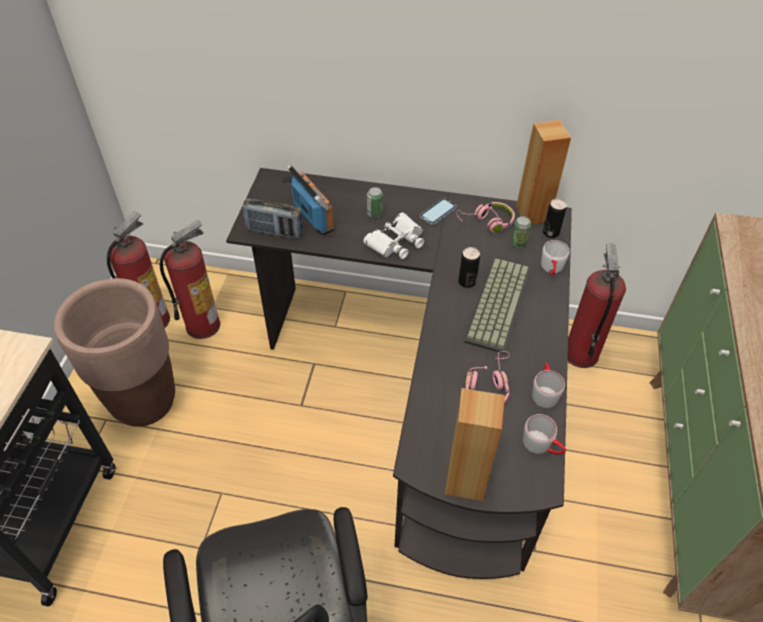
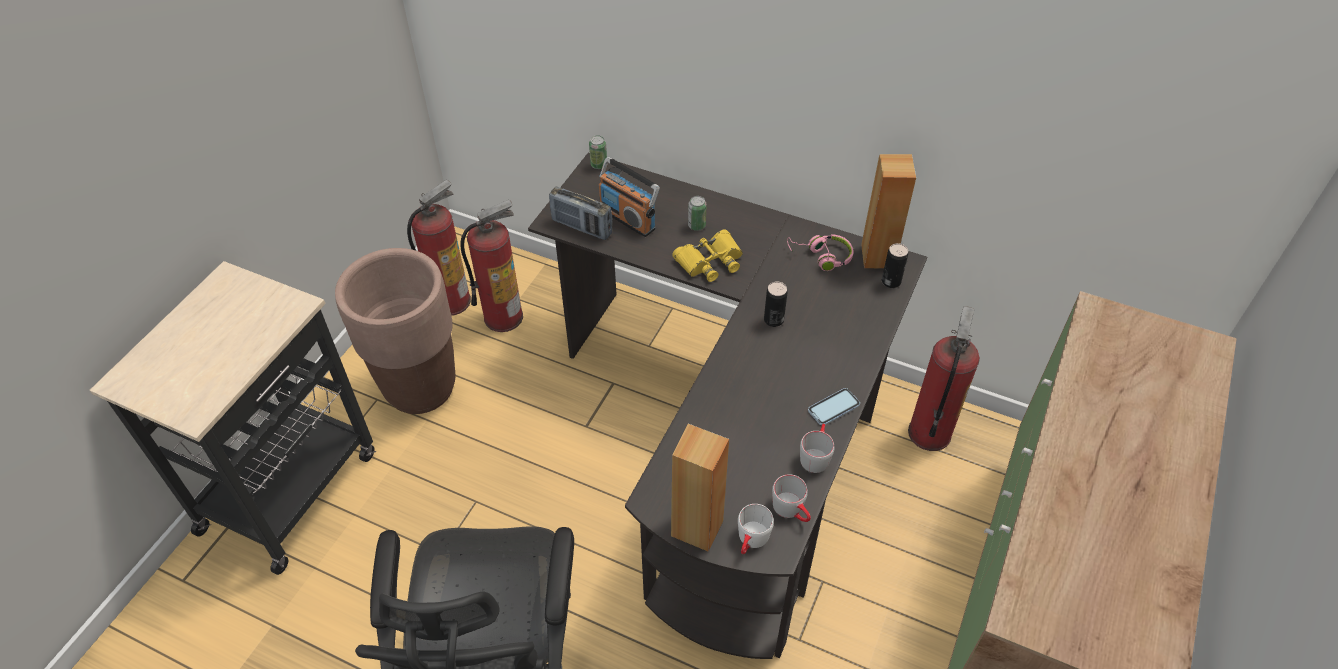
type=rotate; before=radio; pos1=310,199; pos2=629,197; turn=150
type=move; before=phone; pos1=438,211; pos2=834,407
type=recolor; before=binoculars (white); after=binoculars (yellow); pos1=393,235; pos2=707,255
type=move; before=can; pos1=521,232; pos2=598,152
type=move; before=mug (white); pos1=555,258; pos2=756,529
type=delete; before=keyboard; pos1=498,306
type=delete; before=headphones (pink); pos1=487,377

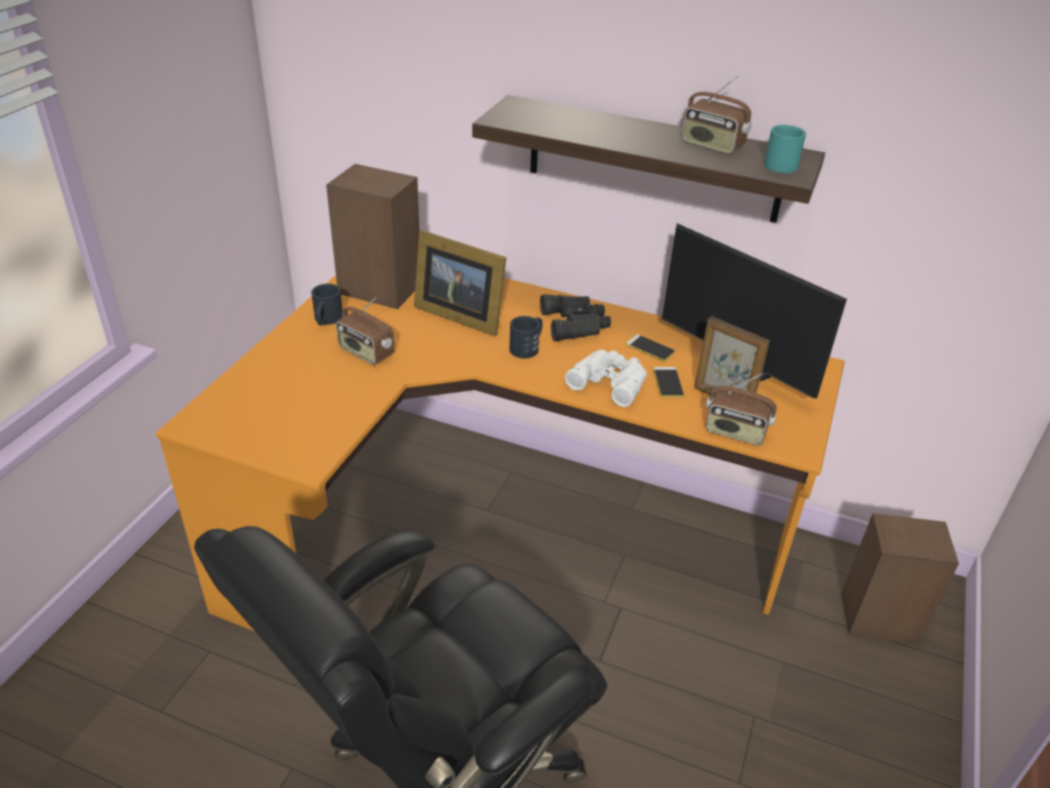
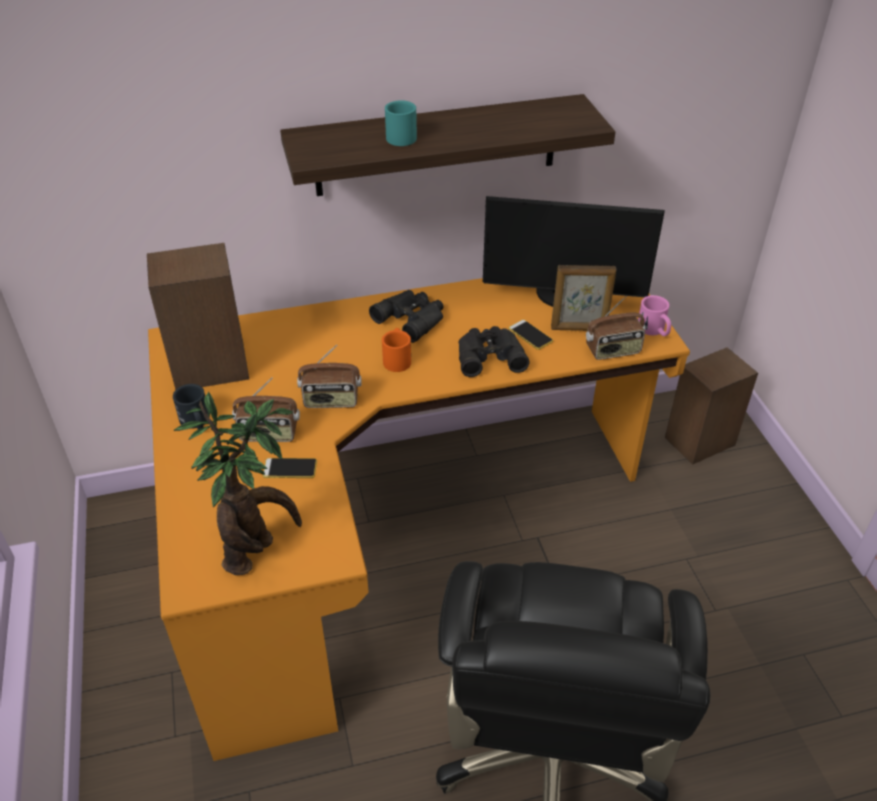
type=move; before=radio; pos1=717,114; pos2=329,376
type=move; before=mug (turquoise); pos1=785,149; pos2=401,123
type=delete; before=picture frame; pos1=460,283
type=recolor; before=mug (black); after=mug (orange); pos1=526,337; pos2=396,350
type=move; before=phone; pos1=651,348; pos2=289,468
type=recolor; before=binoculars (white); after=binoculars (black); pos1=606,378; pos2=494,351
type=insert; after=mug (pink); pos2=654,315
type=insert; after=potted plant; pos2=238,483

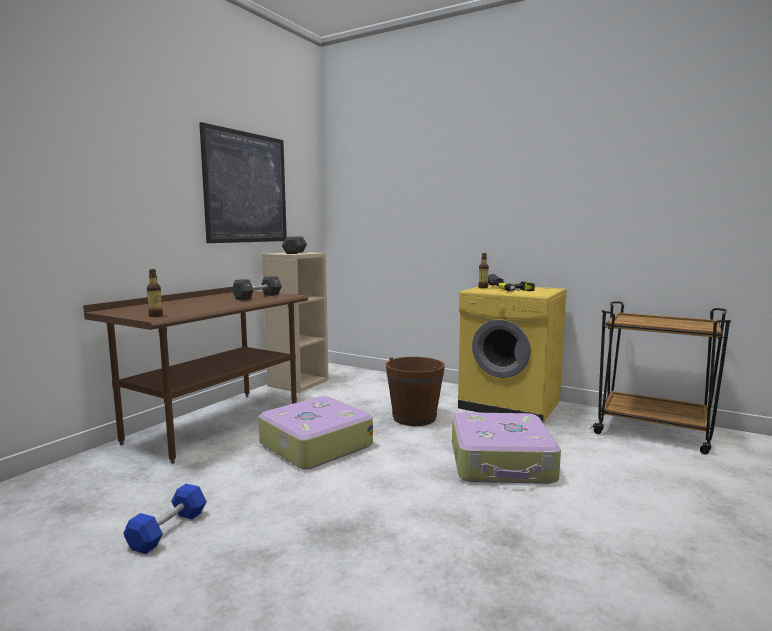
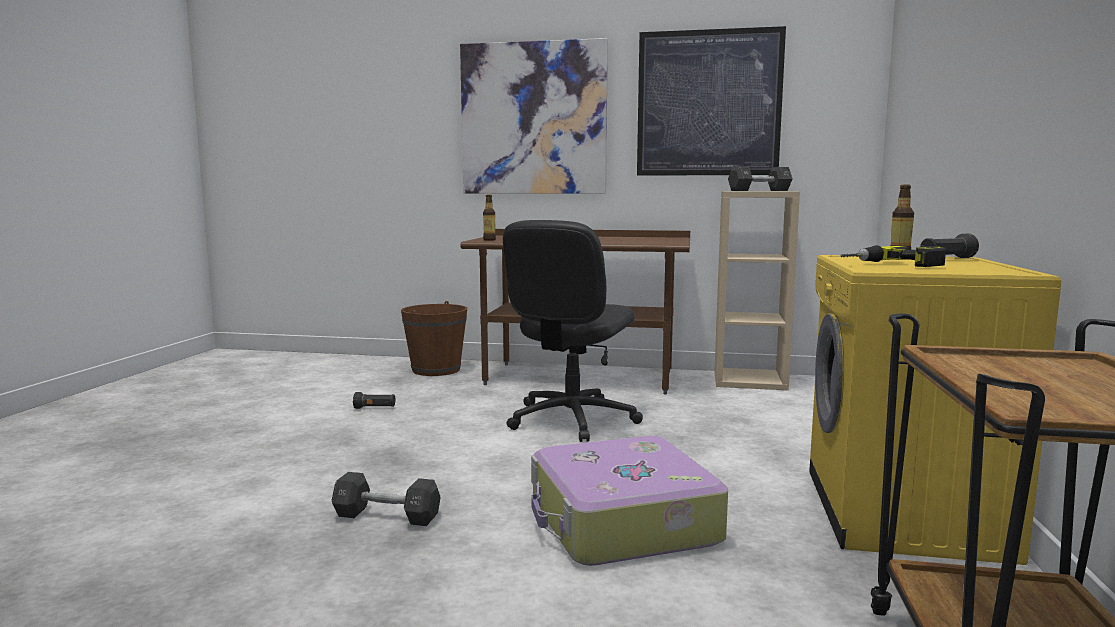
type=move; before=dumbbell (black); pos1=257,288; pos2=386,499
type=move; before=bucket (brown); pos1=415,391; pos2=434,338
type=replace; before=suitcase; after=office chair (black); pos1=315,433; pos2=573,331
type=replace; before=dumbbell (blue); after=flashlight (black); pos1=165,519; pos2=374,400
type=insert; after=picture; pos2=534,116

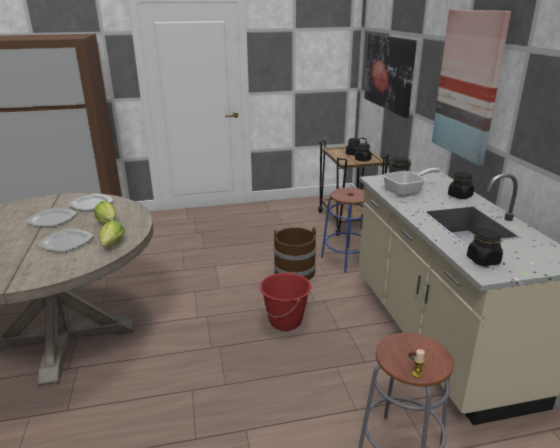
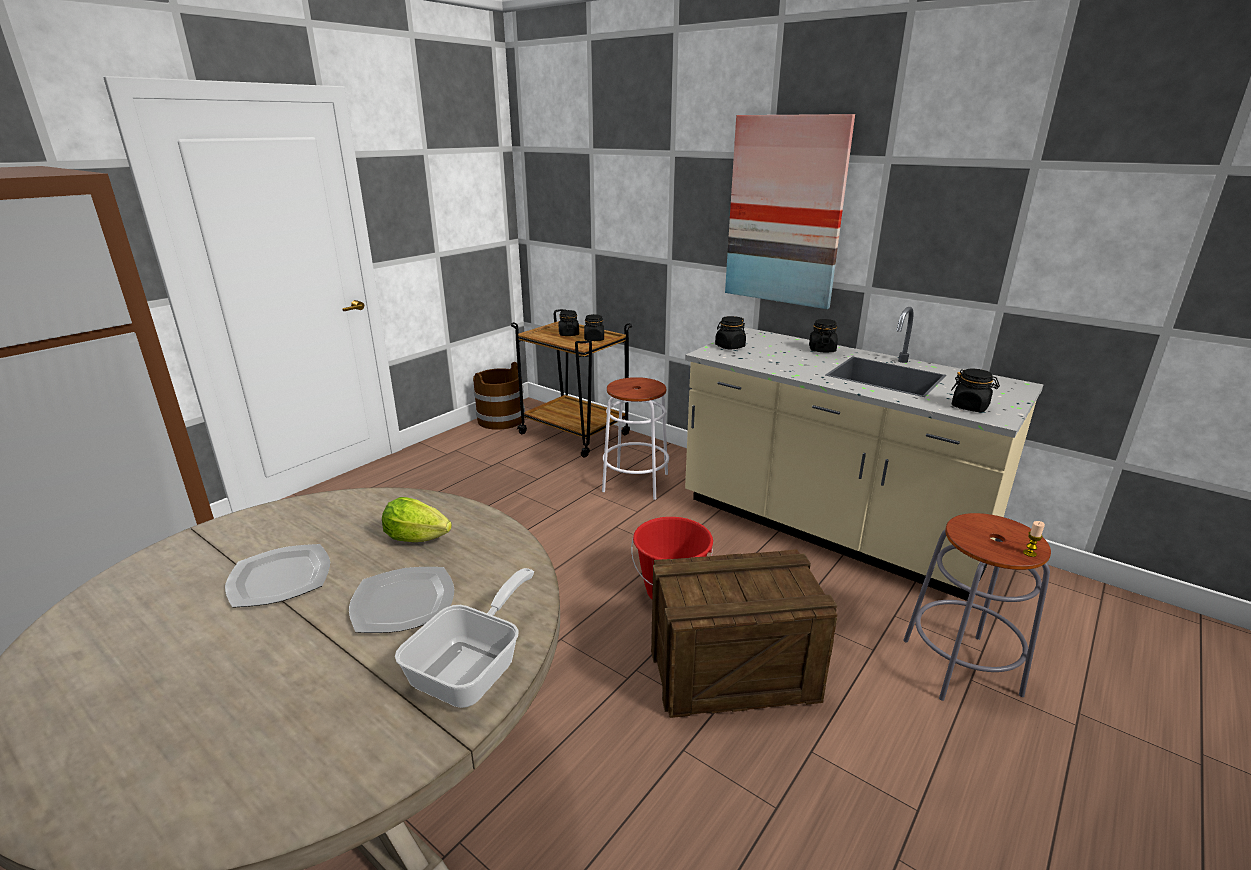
type=delete; before=picture; pos1=390,76
type=move; before=frying pan; pos1=411,182; pos2=464,638
type=recolor; before=stool (blue); after=stool (white); pos1=343,230; pos2=635,438
type=delete; before=plate; pos1=91,202
type=delete; before=lettuce; pos1=112,233
type=move; before=bucket (brown); pos1=295,253; pos2=499,396
type=insert; after=crate; pos2=744,633

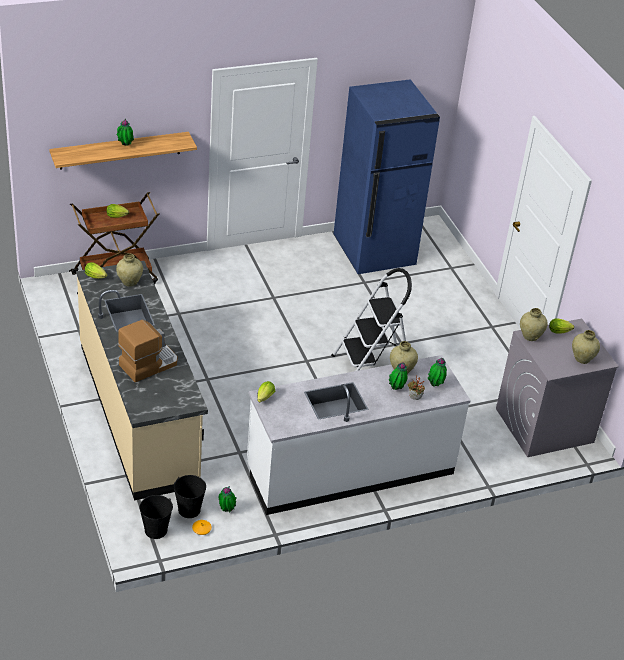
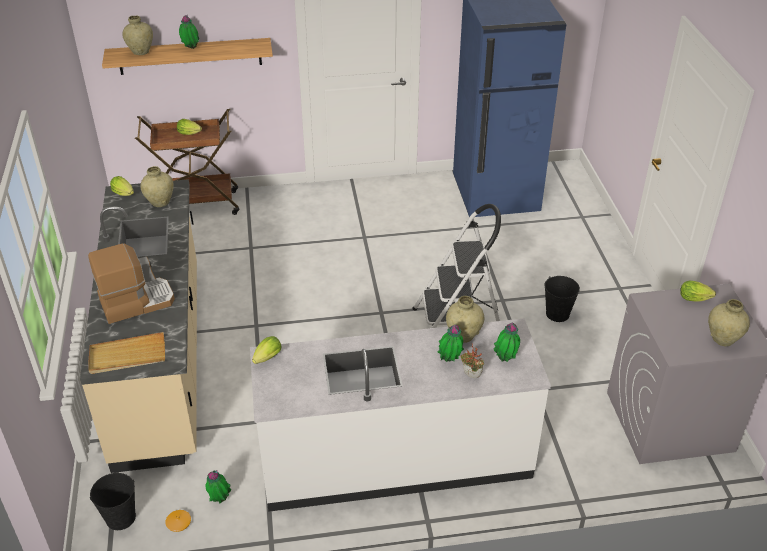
type=move; before=vase (beige); pos1=533,324; pos2=137,35
type=move; before=bucket (black); pos1=189,496; pos2=562,299
type=insert; after=tray (beige); pos2=126,353

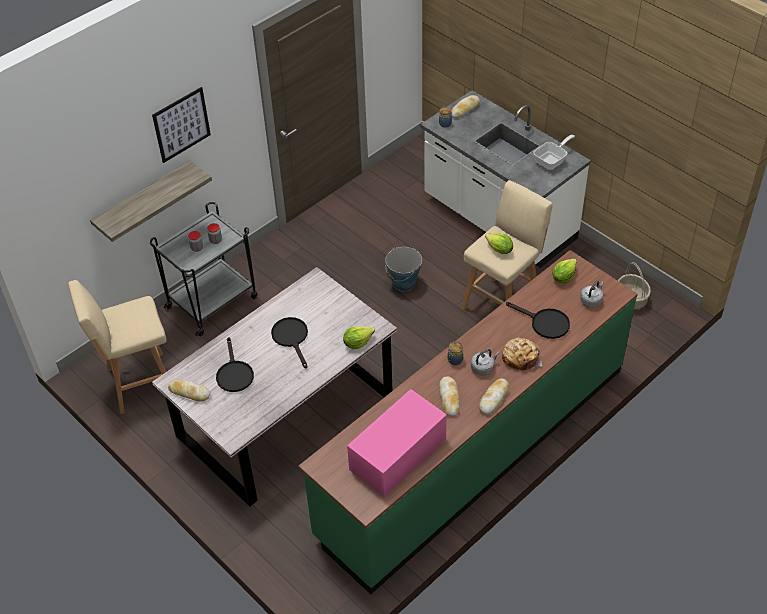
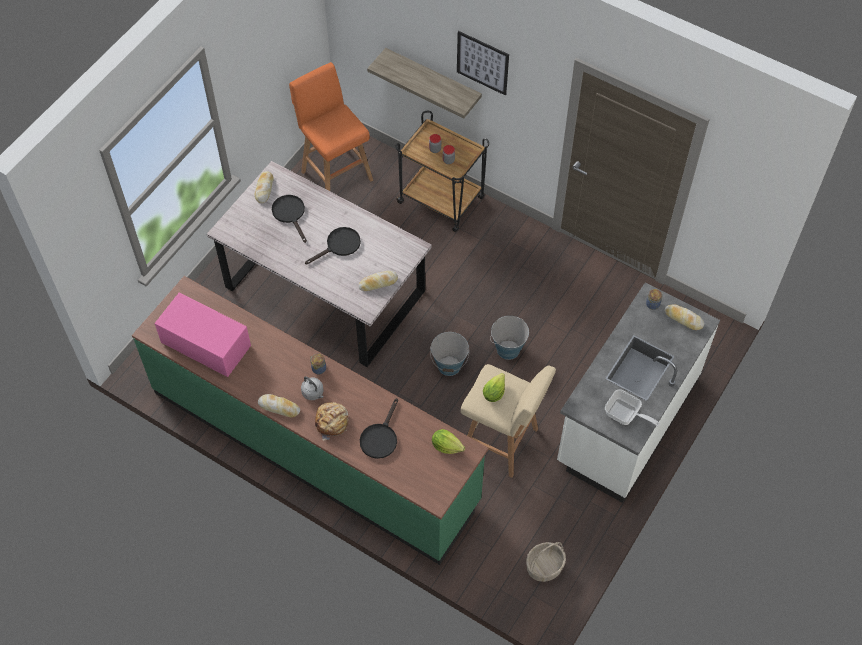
type=recolor; before=cart (grey); after=cart (brown); pos1=203,269; pos2=442,171
type=recolor; before=stool (beige); after=stool (orange); pos1=117,347; pos2=331,126
type=delete; before=kettle (grey); pos1=592,294
type=delete; before=lettuce; pos1=359,337
type=rotate; before=frying pan (black); pos1=235,364; pos2=289,219; turn=90
type=move; before=bread; pos1=449,396; pos2=378,281
type=insert; after=bucket; pos2=449,354

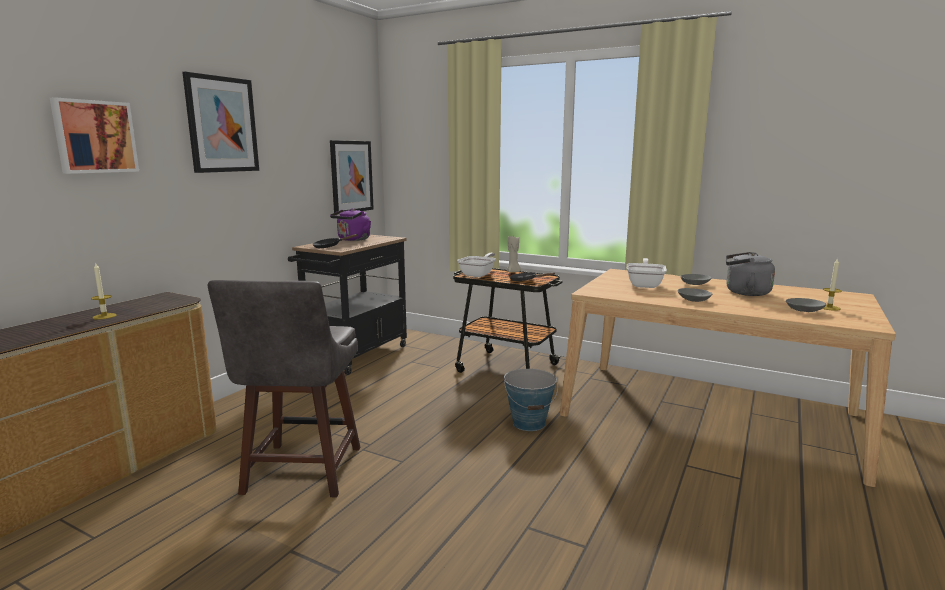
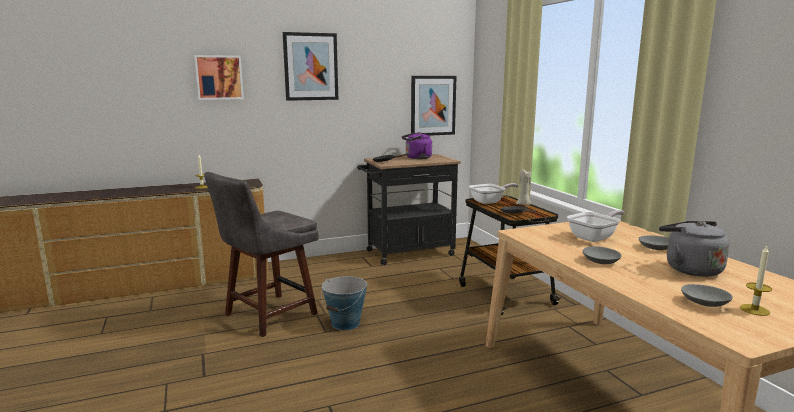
type=move; before=bucket; pos1=531,400; pos2=344,303

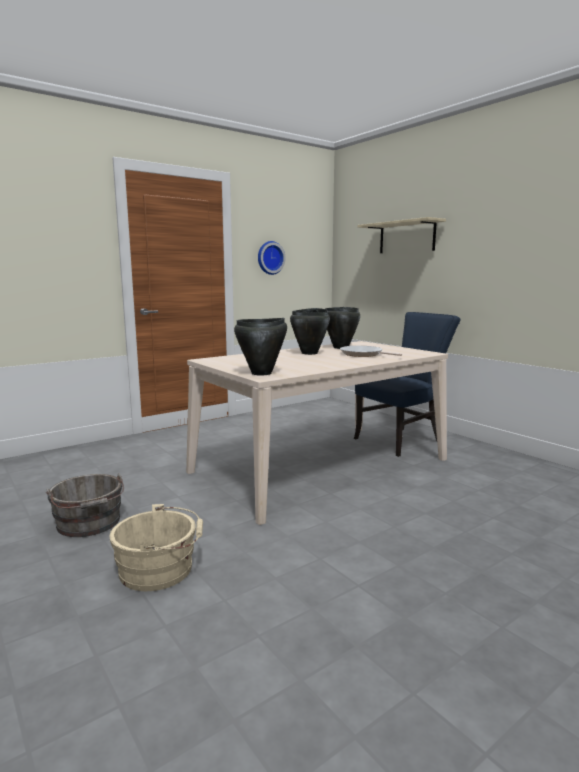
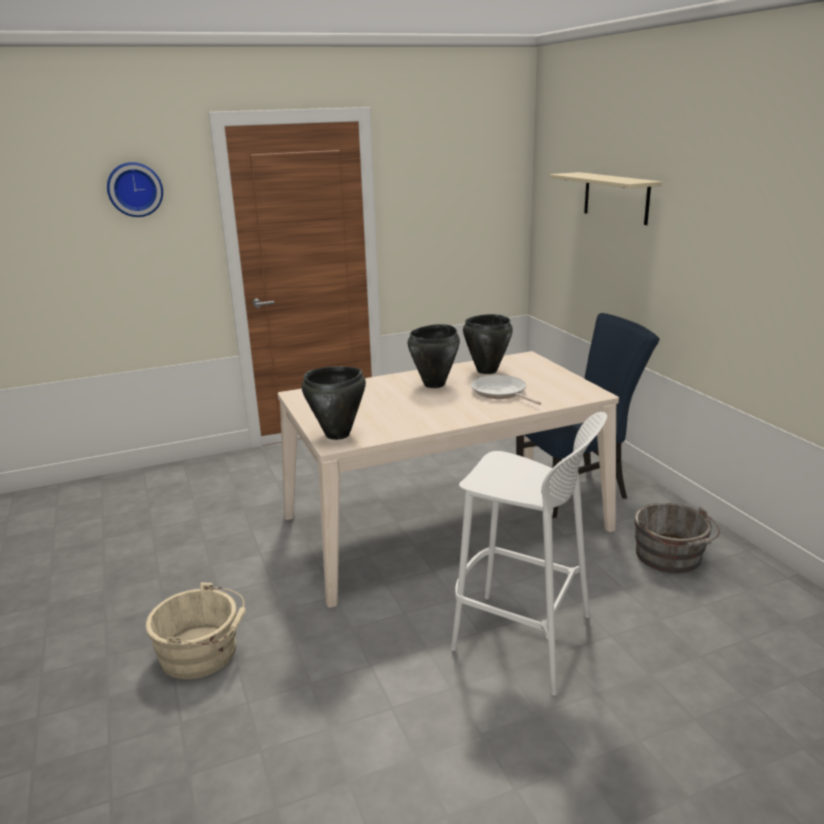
type=move; before=wall clock; pos1=272,258; pos2=135,189
type=move; before=bucket (grey); pos1=85,505; pos2=677,538
type=insert; after=stool (white); pos2=529,553

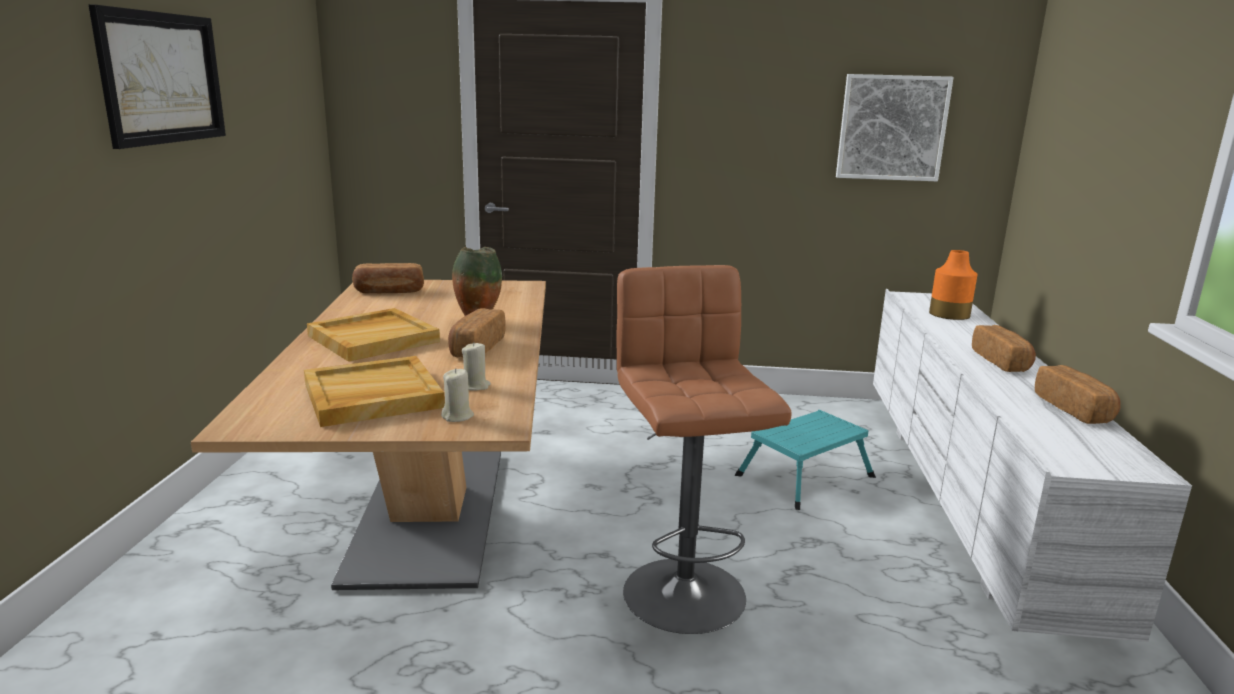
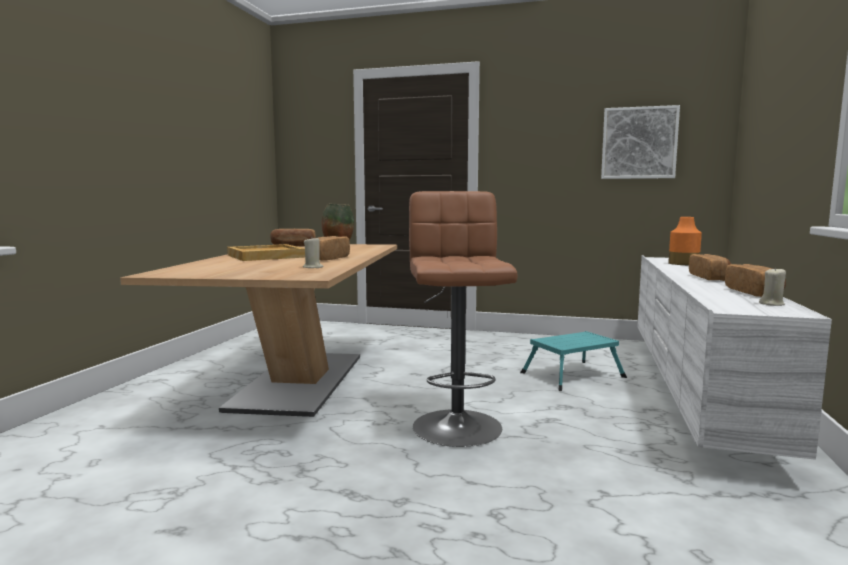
type=delete; before=picture; pos1=157,76
type=delete; before=tray (beige); pos1=374,391
type=move; before=candle (beige); pos1=457,395; pos2=772,286

